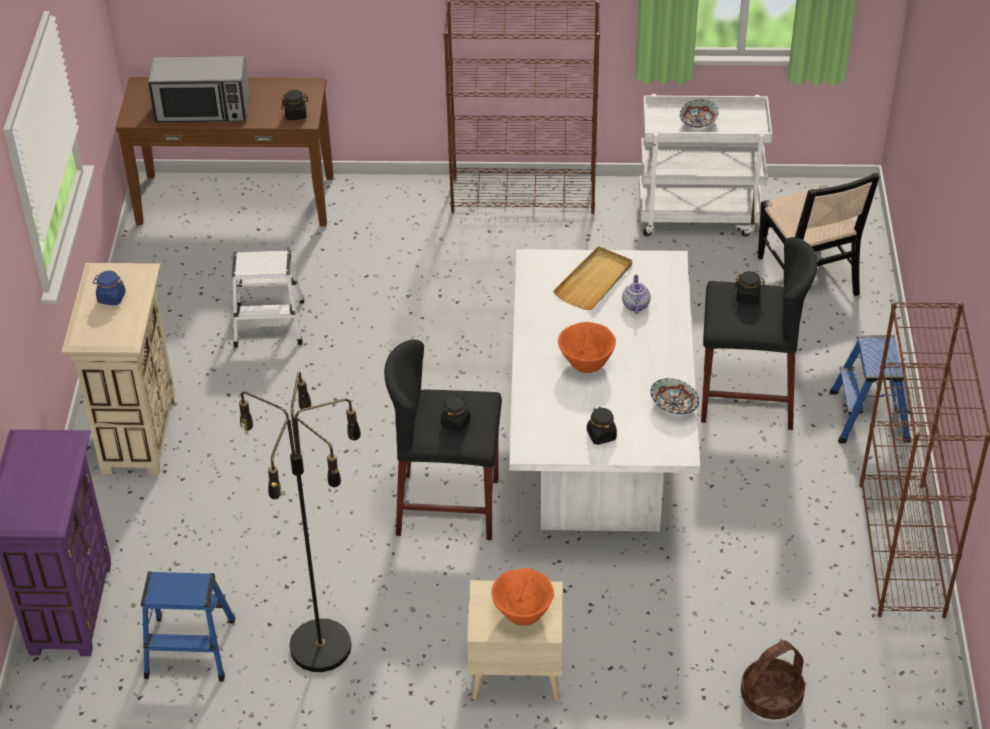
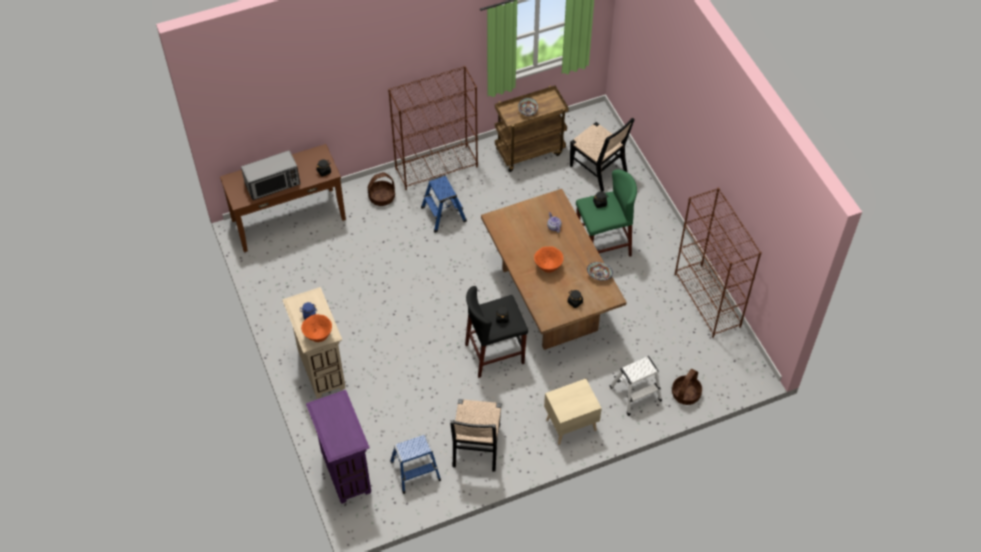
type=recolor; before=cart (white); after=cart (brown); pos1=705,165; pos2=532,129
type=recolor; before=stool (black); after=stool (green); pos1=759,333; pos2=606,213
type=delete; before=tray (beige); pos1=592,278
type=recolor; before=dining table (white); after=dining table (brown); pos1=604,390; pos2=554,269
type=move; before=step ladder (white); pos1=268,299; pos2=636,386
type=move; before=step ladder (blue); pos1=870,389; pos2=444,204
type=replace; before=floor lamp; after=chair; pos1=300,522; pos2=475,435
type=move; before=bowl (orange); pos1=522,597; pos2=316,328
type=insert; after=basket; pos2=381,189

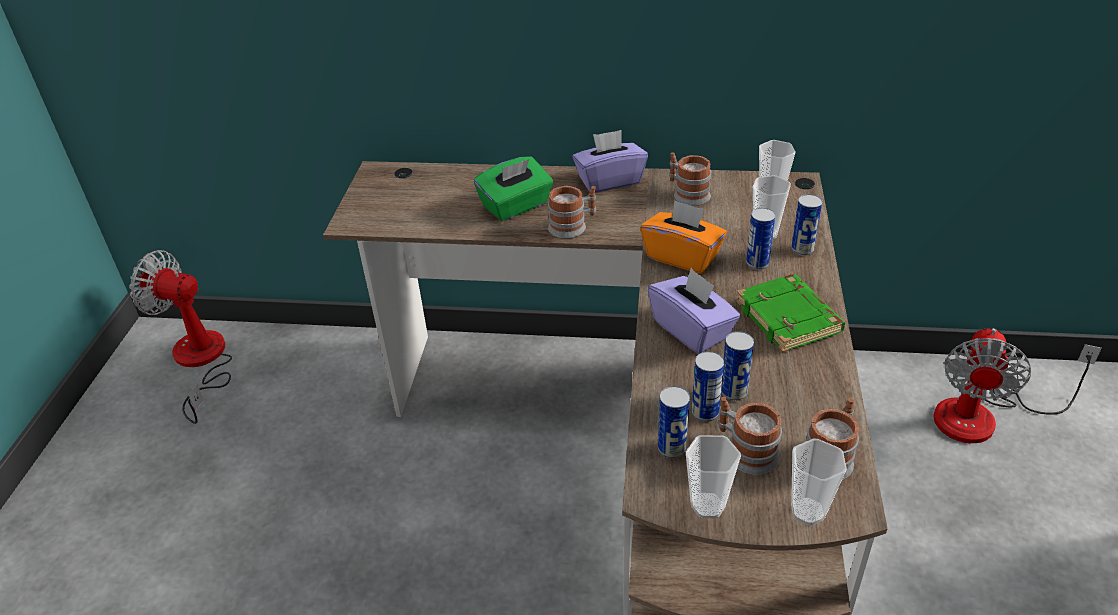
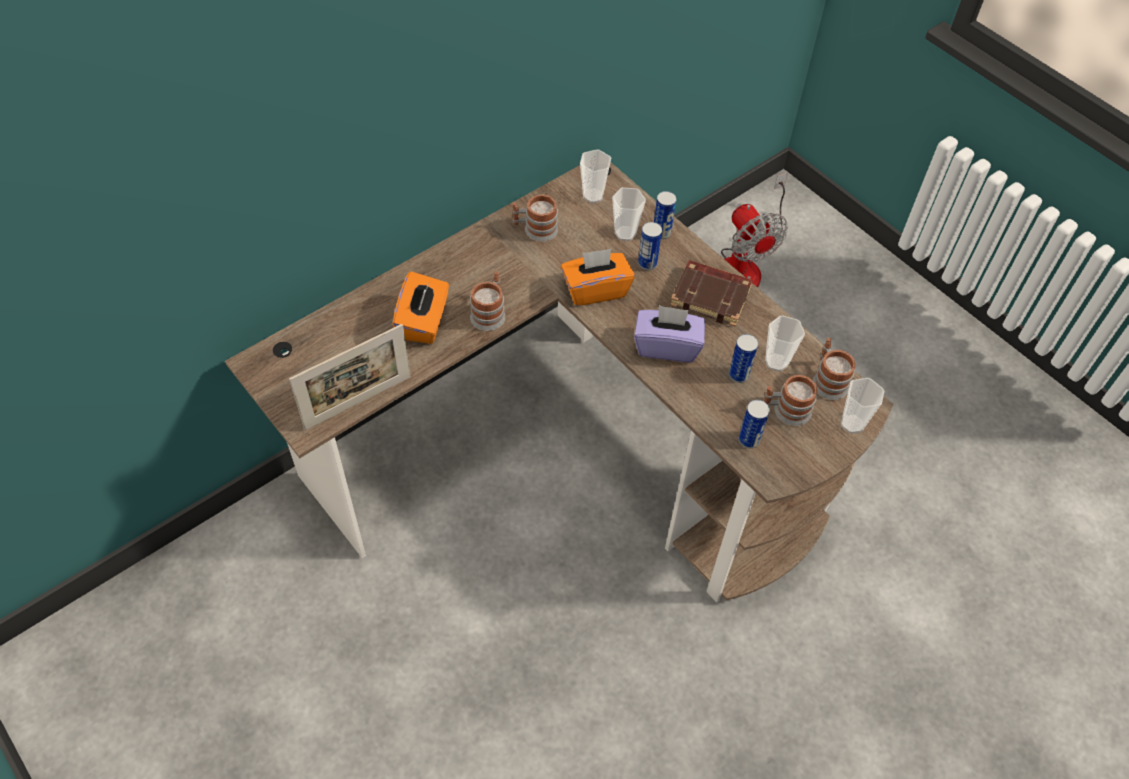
type=delete; before=tissue box (purple); pos1=610,161
type=recolor; before=tissue box (green); after=tissue box (orange); pos1=513,188; pos2=421,308
type=delete; before=fan; pos1=180,337
type=recolor; before=book (green); after=book (brown); pos1=790,313; pos2=711,293
type=delete; before=can; pos1=708,386
type=move; before=cup; pos1=713,477; pos2=785,343
type=insert; after=picture frame; pos2=350,377

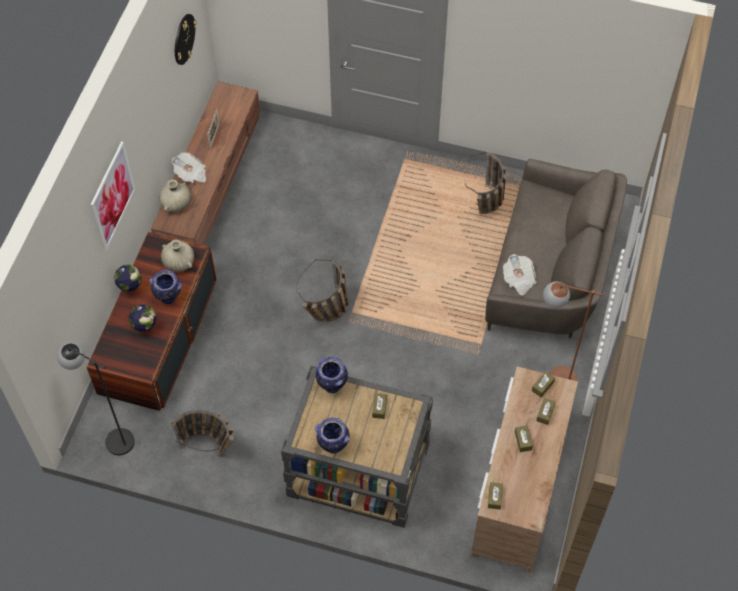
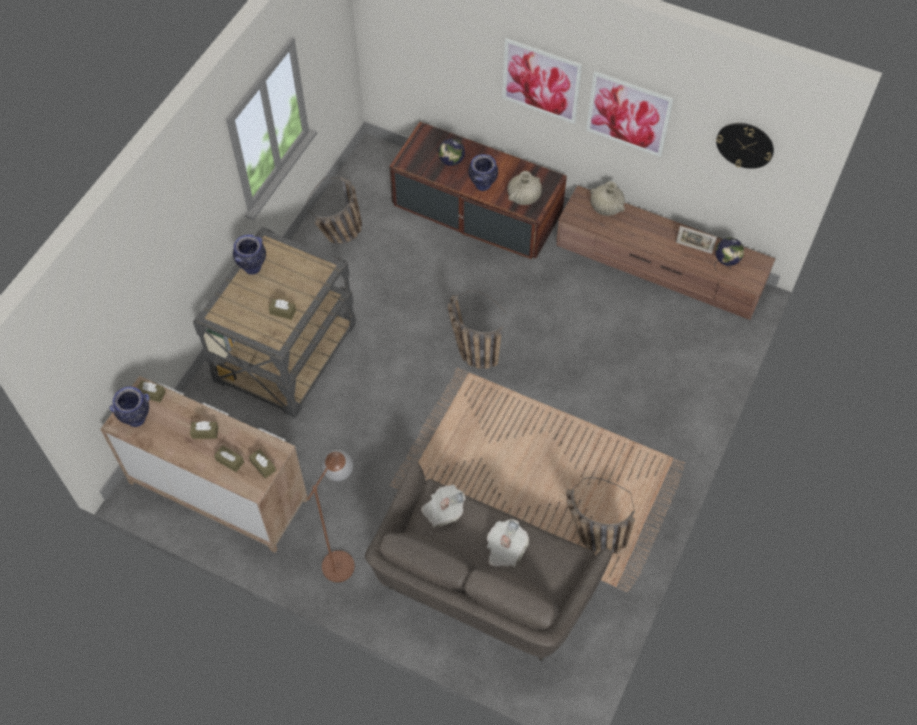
type=move; before=newspaper; pos1=189,167; pos2=507,543
type=move; before=globe; pos1=128,281; pos2=729,254
type=delete; before=floor lamp (black); pos1=96,398
type=move; before=vase; pos1=332,375; pos2=129,407
type=insert; after=picture; pos2=630,114

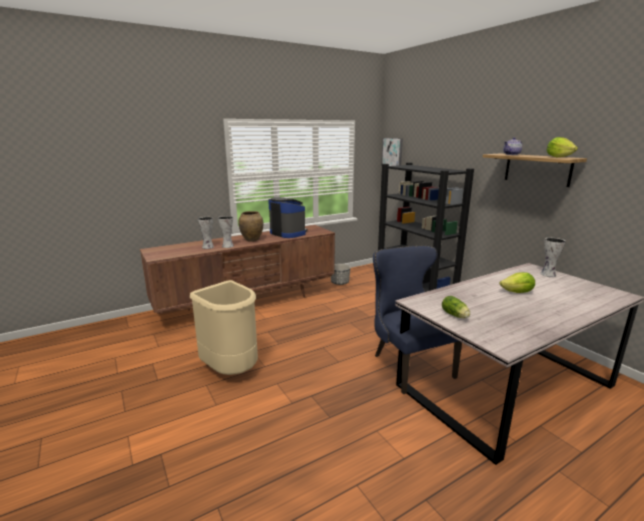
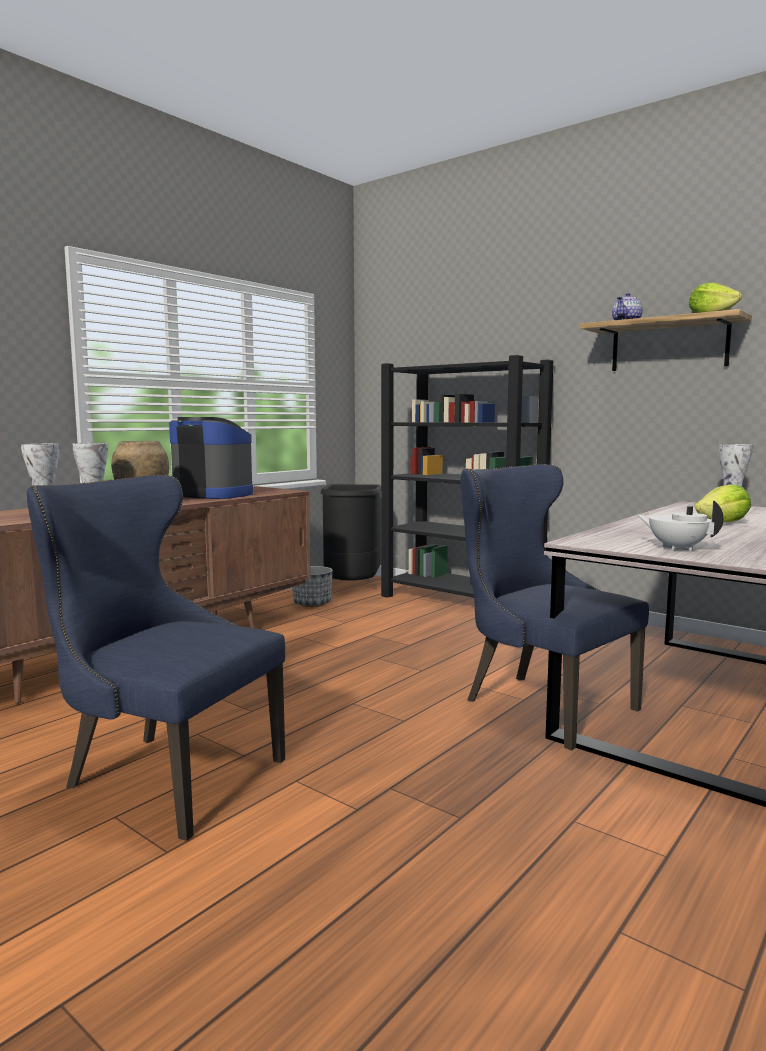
type=delete; before=picture; pos1=392,152
type=replace; before=trash can (beige); after=chair (blue); pos1=224,327; pos2=156,658
type=replace; before=lettuce; after=teapot (white); pos1=456,307; pos2=680,526
type=insert; after=trash can (black); pos2=351,532

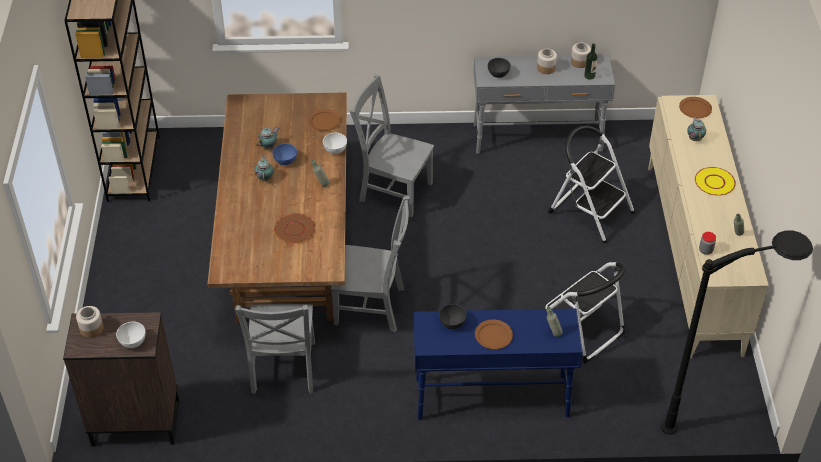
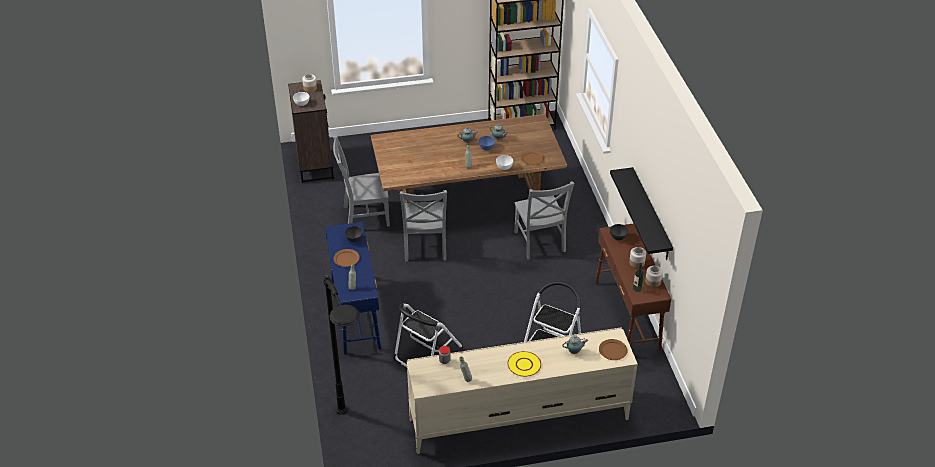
type=recolor; before=console table (grey); after=console table (brown); pos1=544,104; pos2=633,287
type=rotate; before=chair (grey); pos1=392,145; pos2=544,220; turn=150
type=delete; before=plate (brown); pos1=295,228
type=insert; after=shelf (black); pos2=641,213

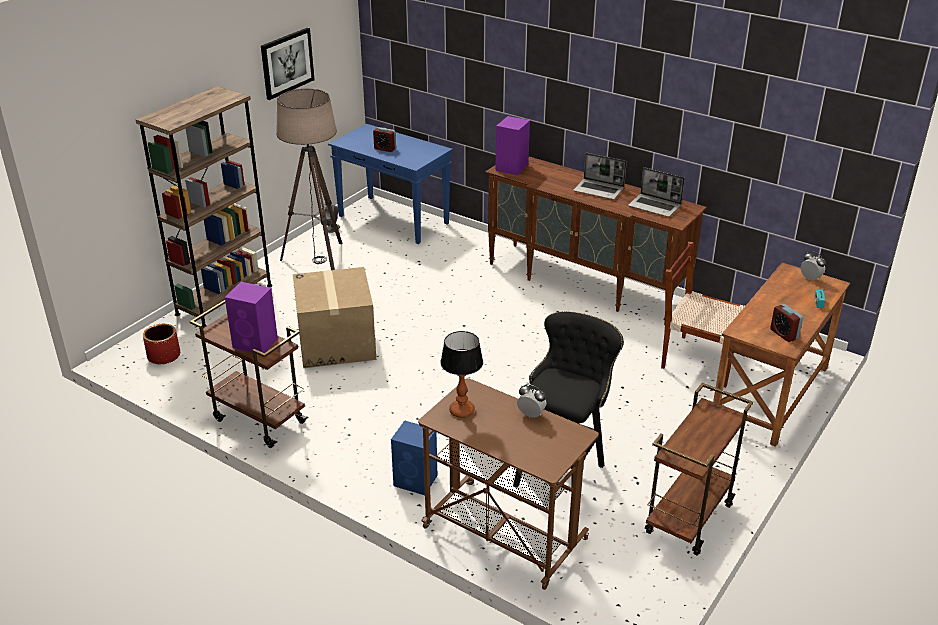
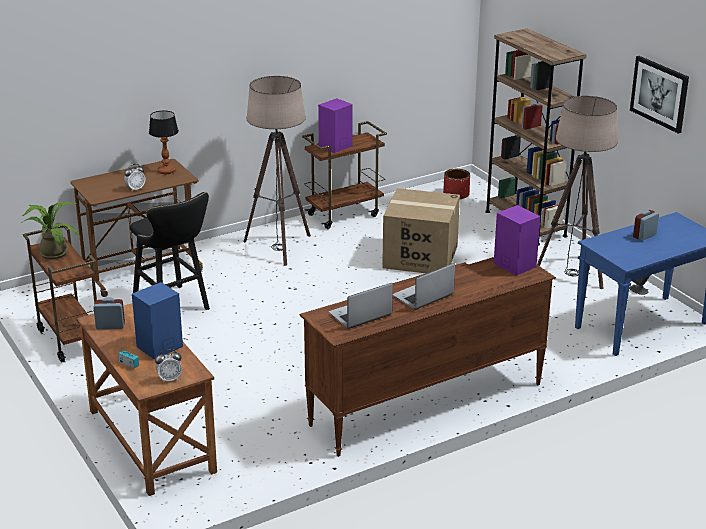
type=delete; before=chair; pos1=703,315
type=move; before=speaker (blue); pos1=414,457; pos2=157,320
type=insert; after=floor lamp; pos2=277,171
type=insert; after=potted plant; pos2=50,230

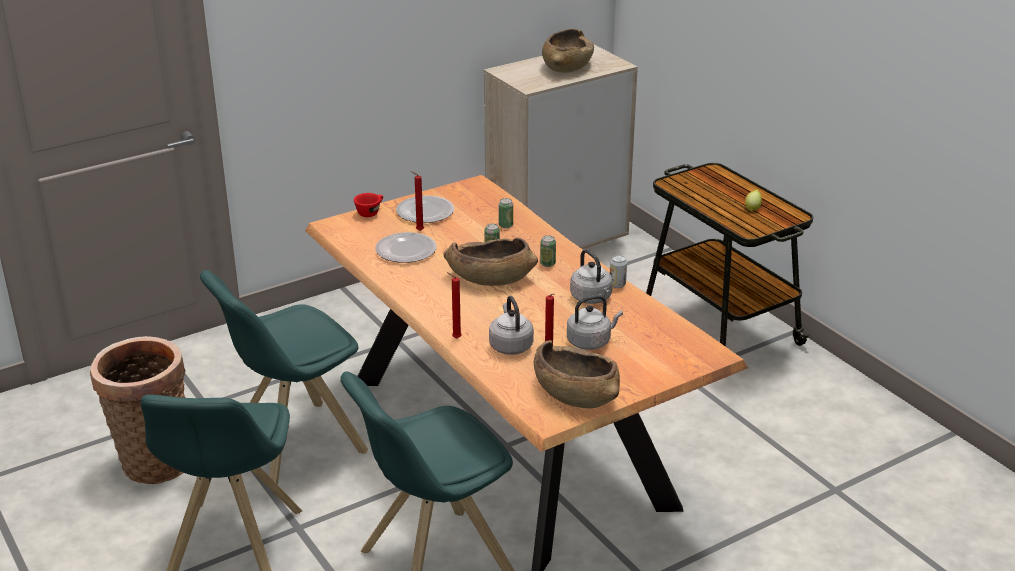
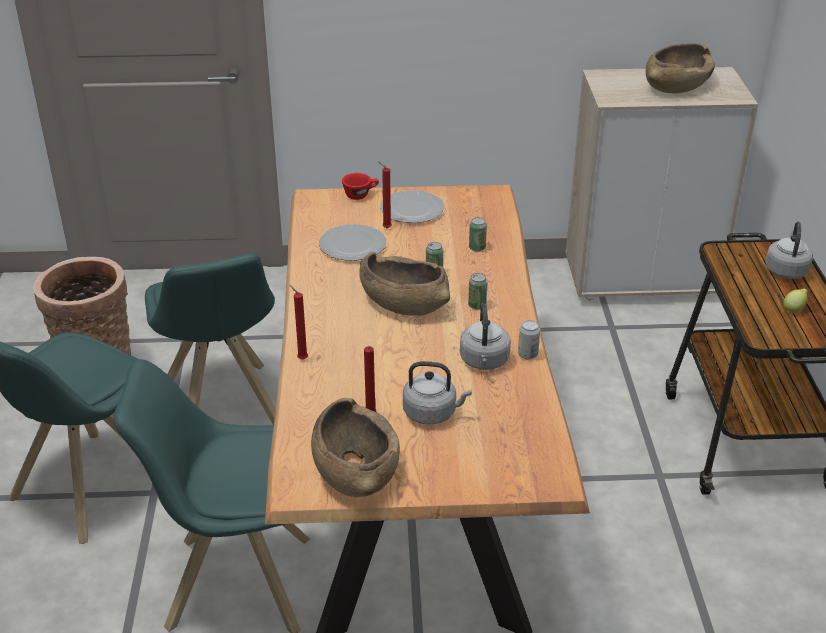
type=rotate; before=chair (turquoise); pos1=284,377; pos2=210,339; turn=-105
type=move; before=kettle (grey); pos1=511,325; pos2=789,250

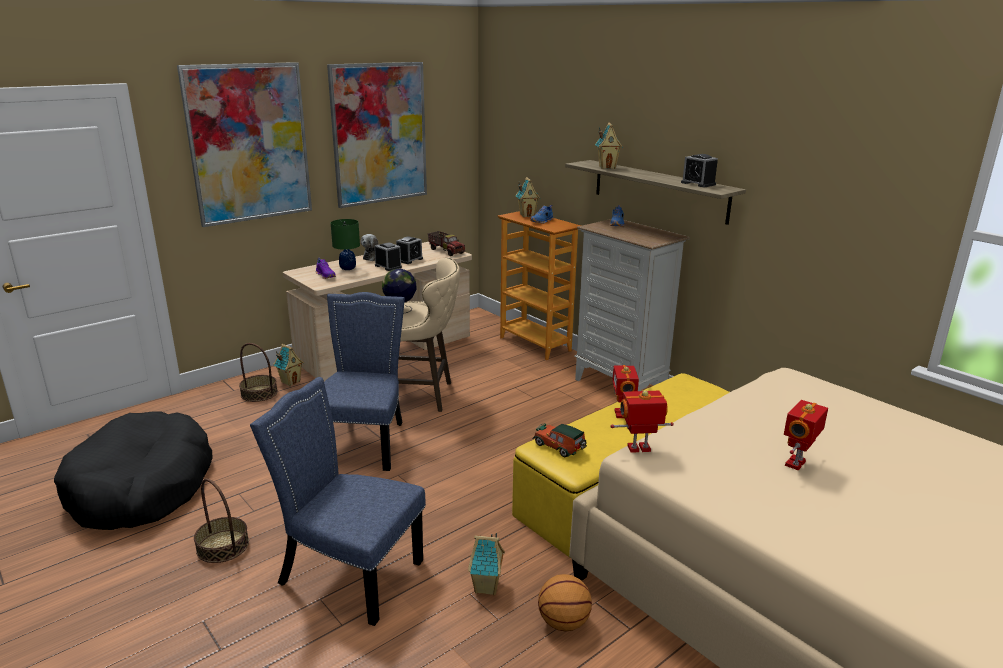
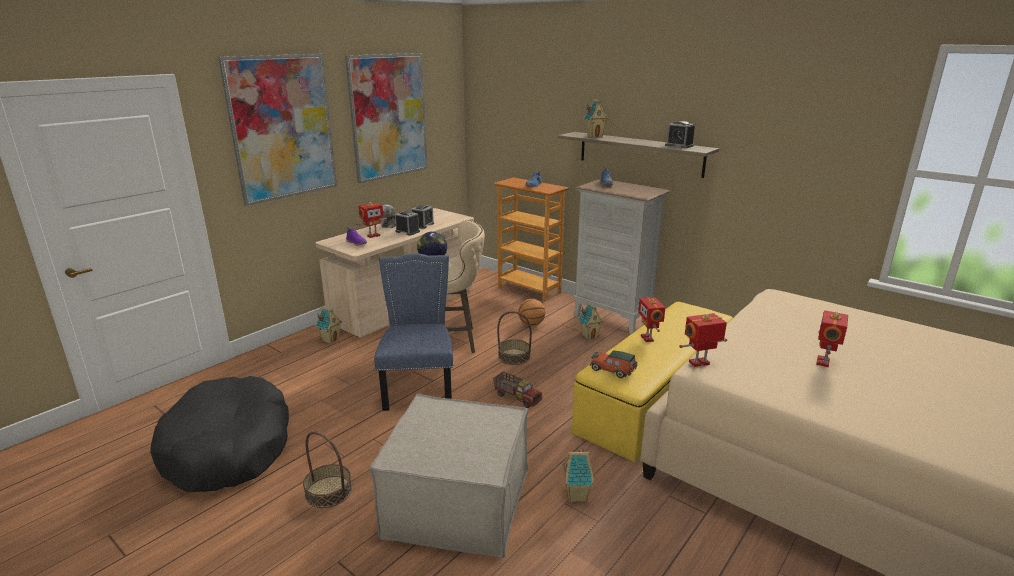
type=move; before=toy house; pos1=528,197; pos2=591,321
type=replace; before=table lamp (green); after=toy robot; pos1=345,244; pos2=371,220
type=move; before=toy truck; pos1=446,243; pos2=517,389
type=move; before=basket; pos1=258,372; pos2=514,338
type=replace; before=chair (blue); after=ottoman (beige); pos1=338,501; pos2=449,476
type=move; before=basketball; pos1=565,603; pos2=531,312

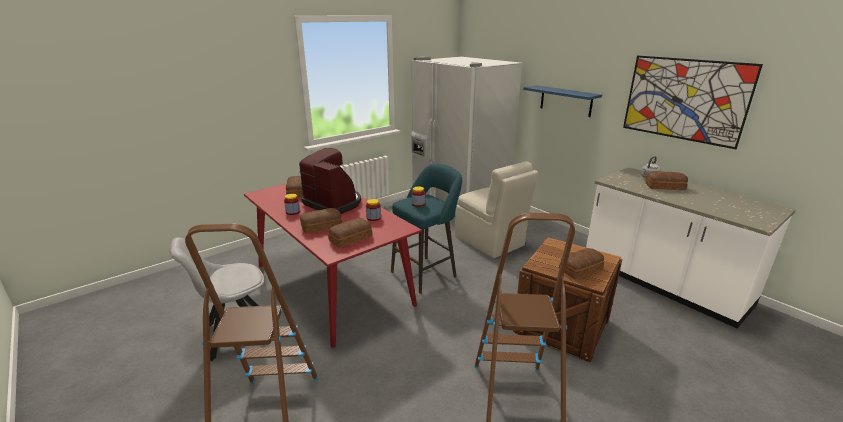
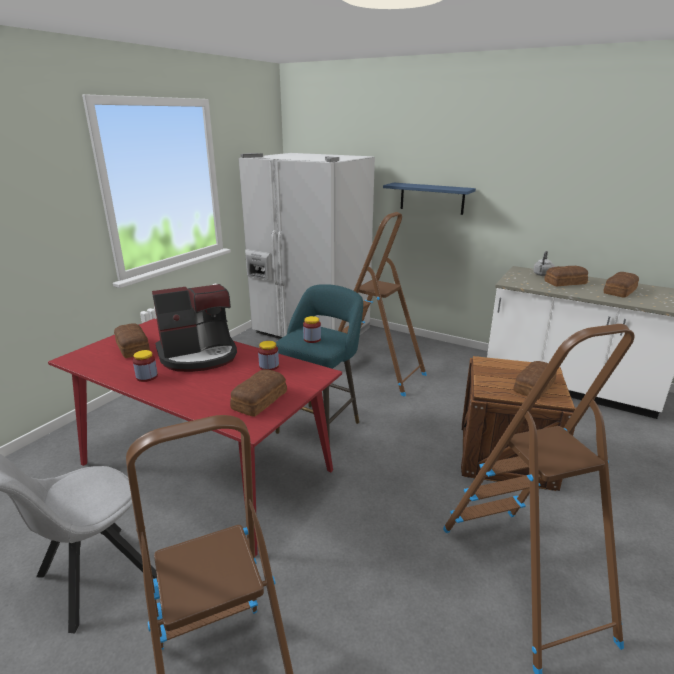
type=delete; before=picture; pos1=693,102
type=rotate; before=coffee machine; pos1=330,181; pos2=194,328; turn=135
type=replace; before=chair (beige); after=step ladder (brown); pos1=496,209; pos2=382,304
type=move; before=bread; pos1=321,221; pos2=621,285

